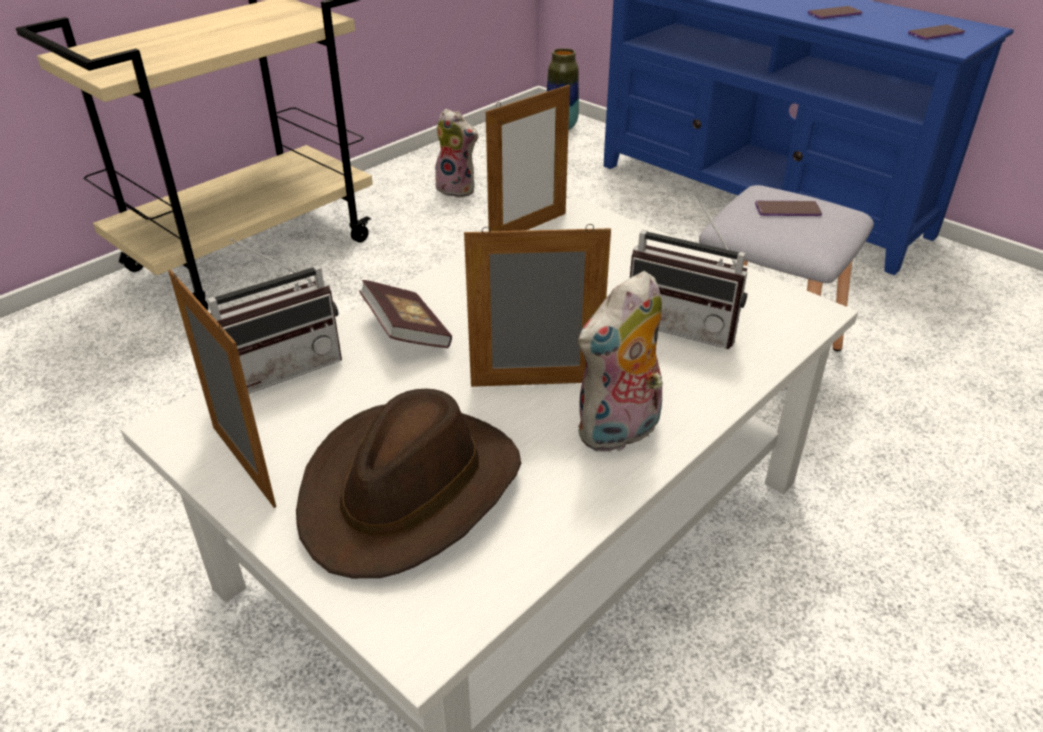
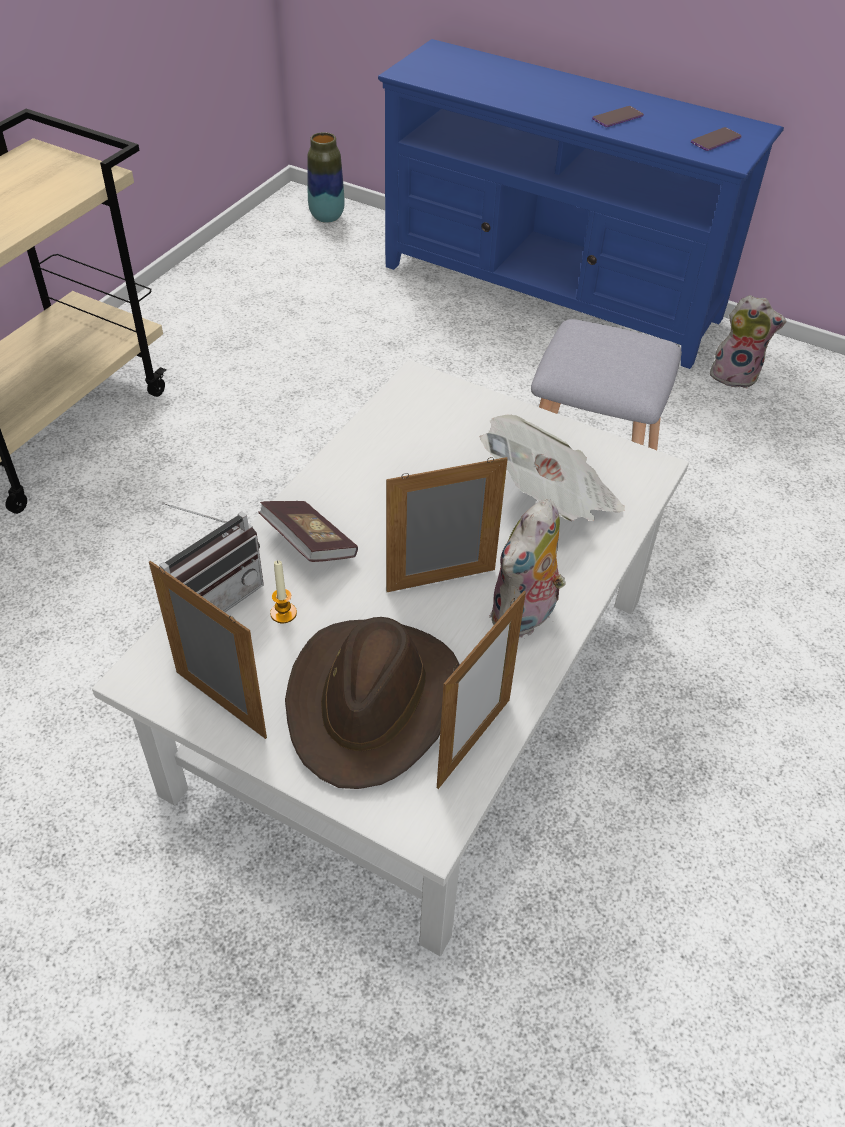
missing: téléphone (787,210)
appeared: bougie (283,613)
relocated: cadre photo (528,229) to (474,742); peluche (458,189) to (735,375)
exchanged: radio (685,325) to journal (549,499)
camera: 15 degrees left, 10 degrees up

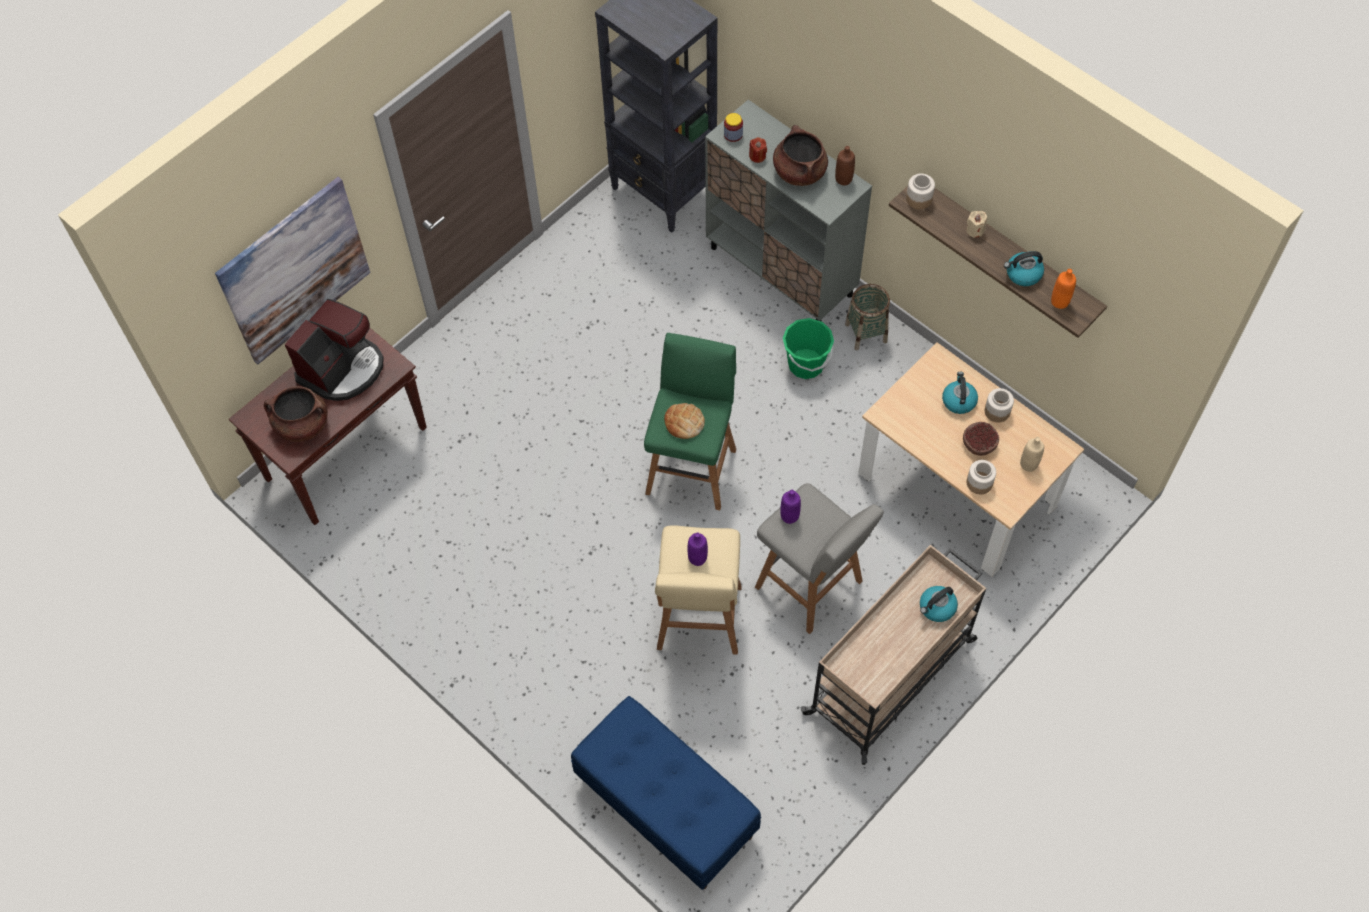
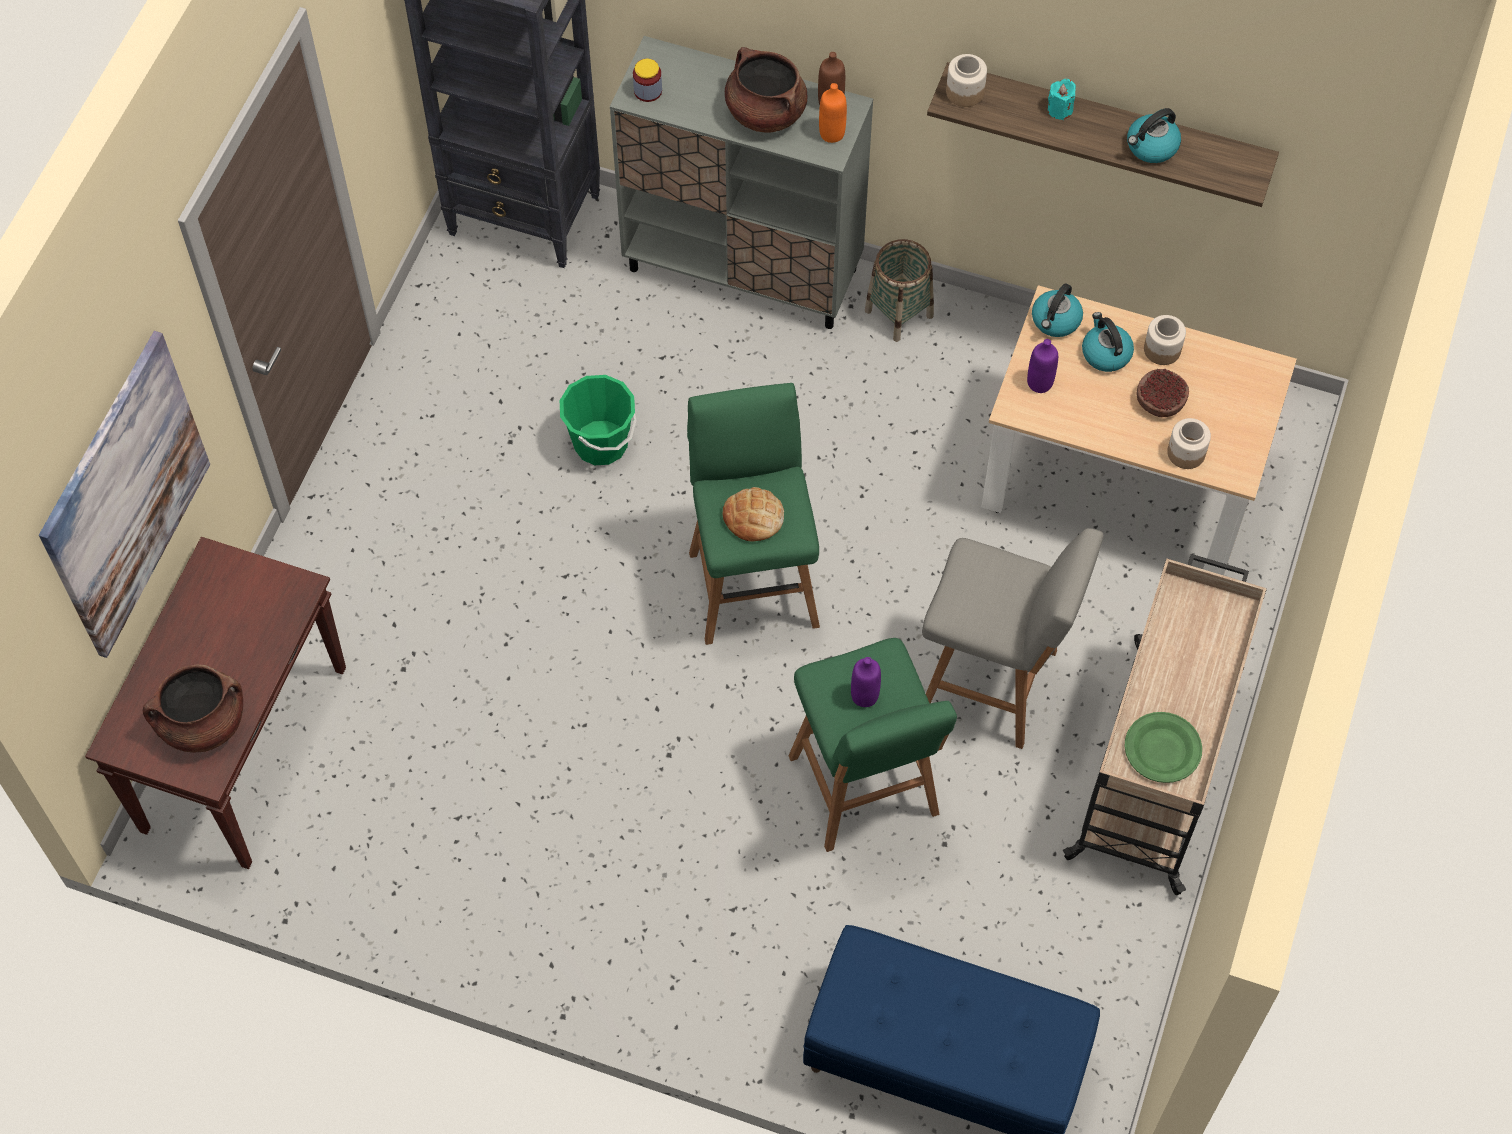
missing: bougie/rouge (757,156); machine à café (342,368); bouteille/beige (1029,464)
appeared: assiette/vert (1161,749)
relocated: bouteille/orange (1059,301) to (832,133); seau/vert (806,364) to (601,443); bouteille/violet (789,516) to (1040,383); bouilloire (937,608) to (1055,321)
colour: bougie/beige (975,230) to bougie/turquoise (1060,109); tabouret/beige (699,621) to tabouret/vert (865,790)
camera: 25 degrees left, 0 degrees up

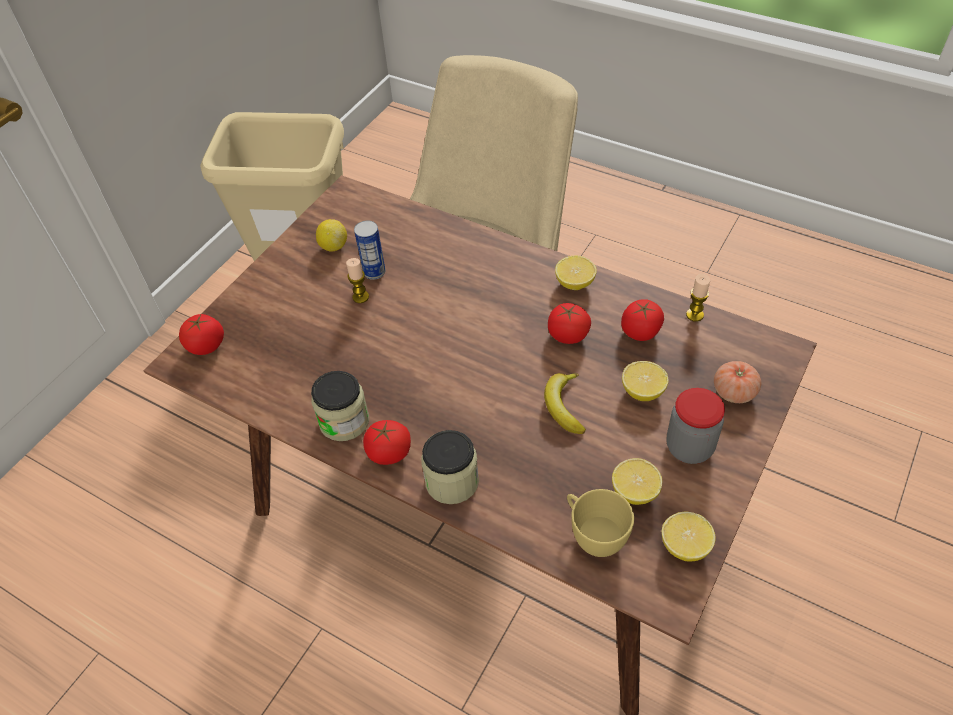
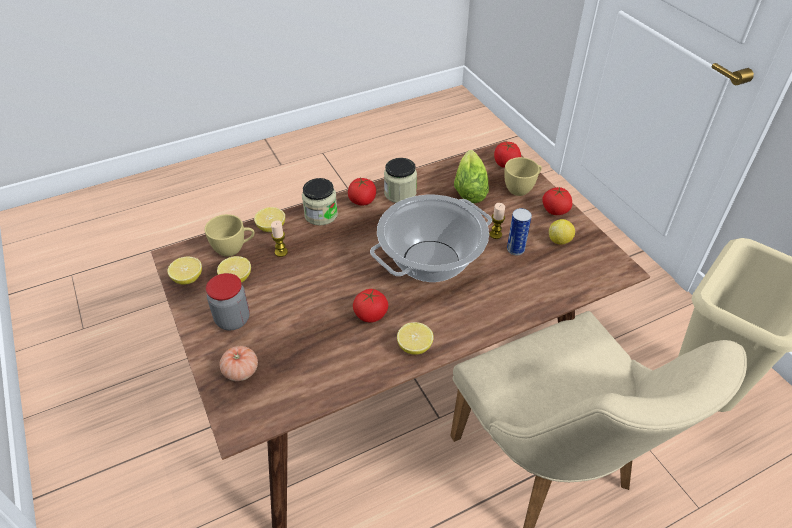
missing: banane (564,406)
appeared: laitue (470,187); tasse/jaune (521,188); marmite (431,262)
relocated: bougie (694,315) to (281,252); tomate (640,331) to (555,210); citron (642,391) to (271,228)
camera: 120 degrees right, 5 degrees down

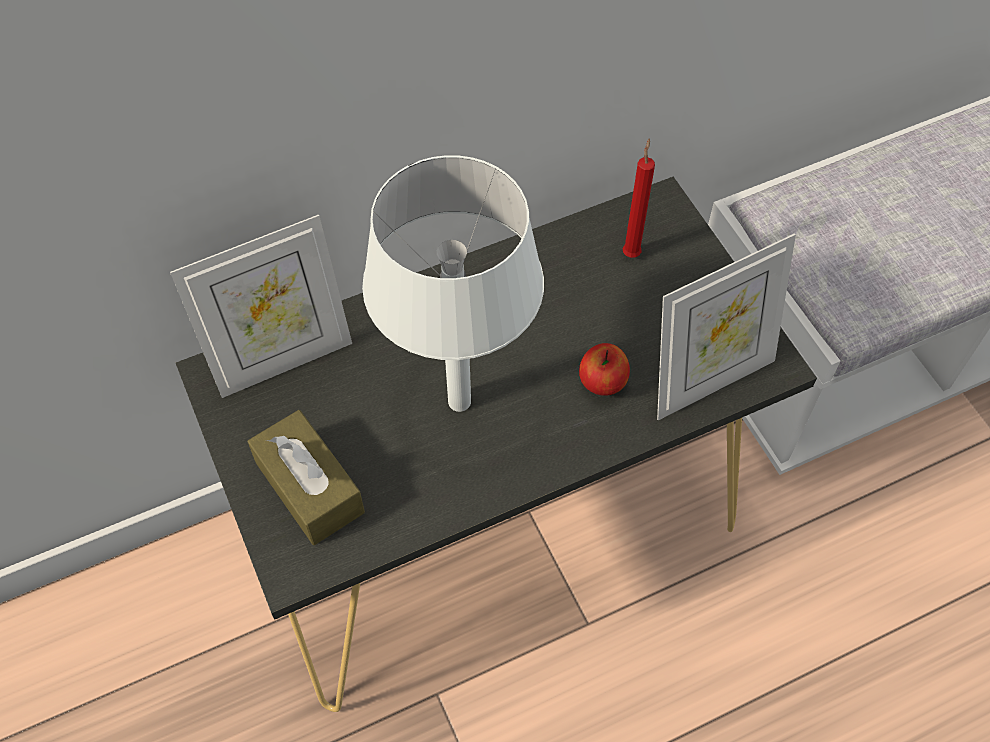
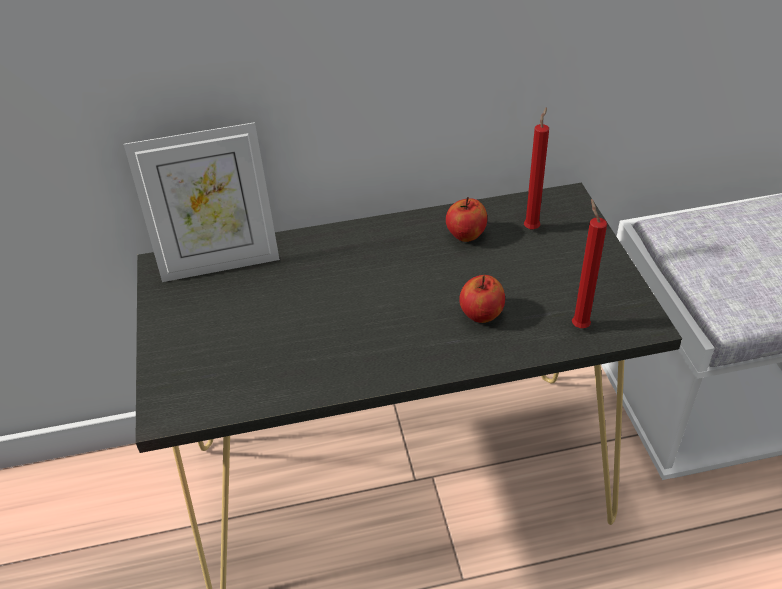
missing: lampe de table/blanc (460,402); boîte à mouchoirs/marron (309,487)
appeared: pomme (465,235)
exchanged: cadre photo (708,379) to bougie/rouge (578,325)
camera: 15 degrees right, 15 degrees down

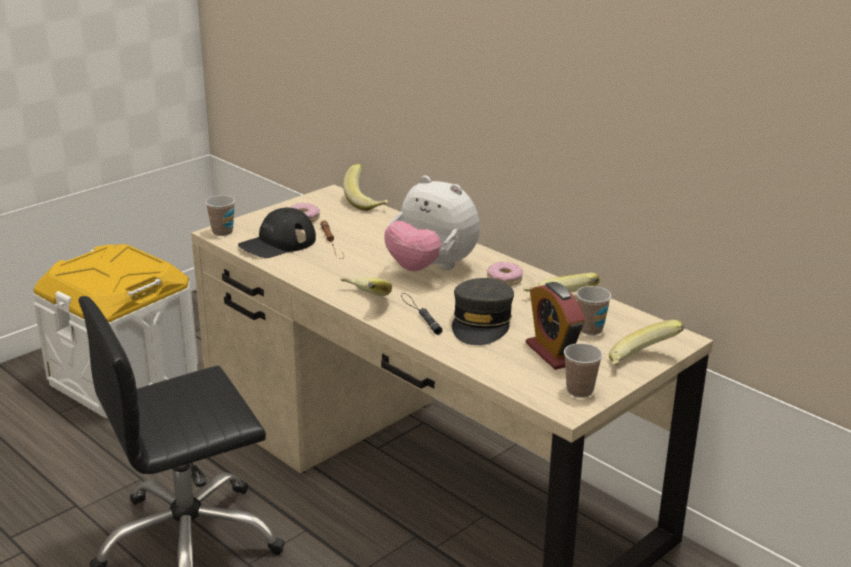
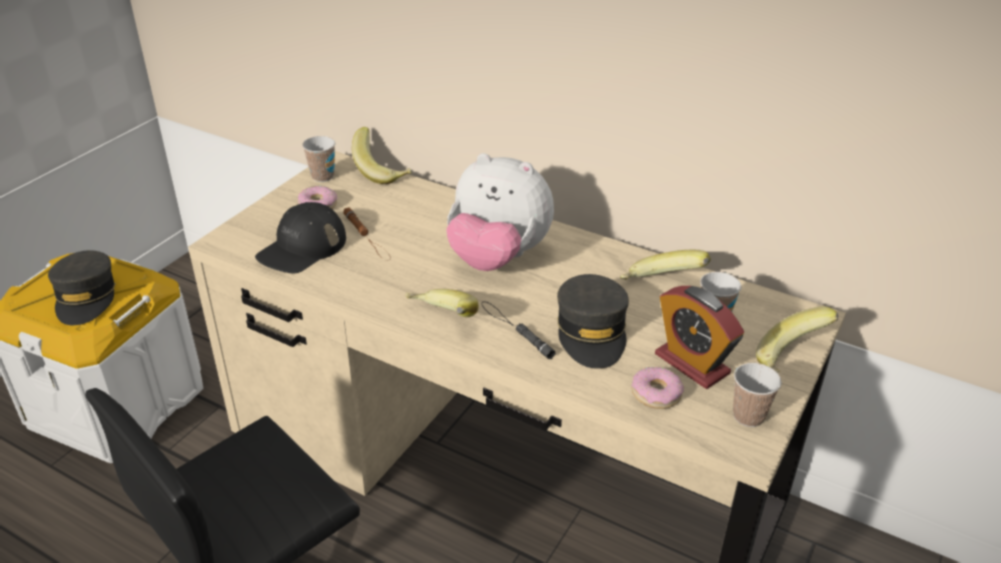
appeared: casquette/gris (86,297)
relocated: tasse (222,232) to (322,176); beignet (504,279) to (656,394)
camera: 15 degrees left, 10 degrees up

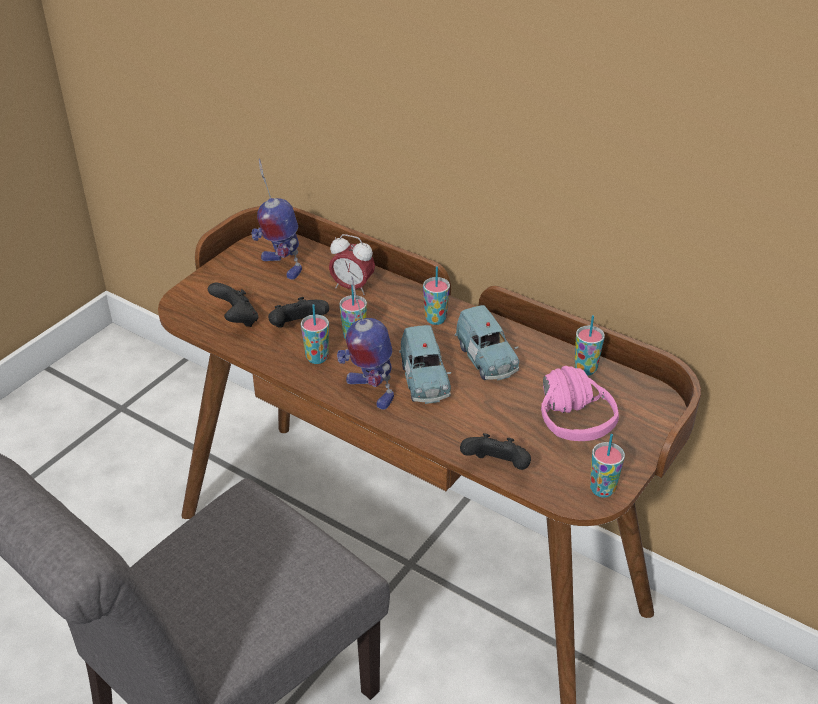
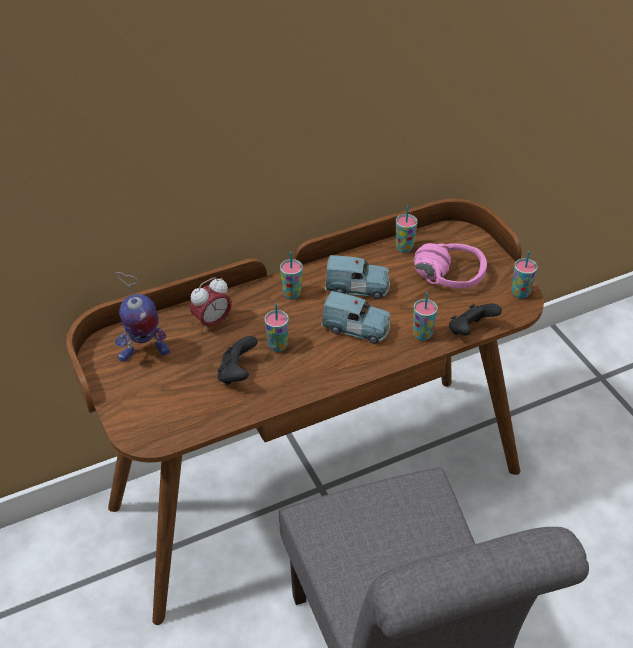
missing: robot jouet (369,391); manette/noir (236,320)
relocated: tasse (317,358) to (422,335)
camera: 60 degrees left, 5 degrees up

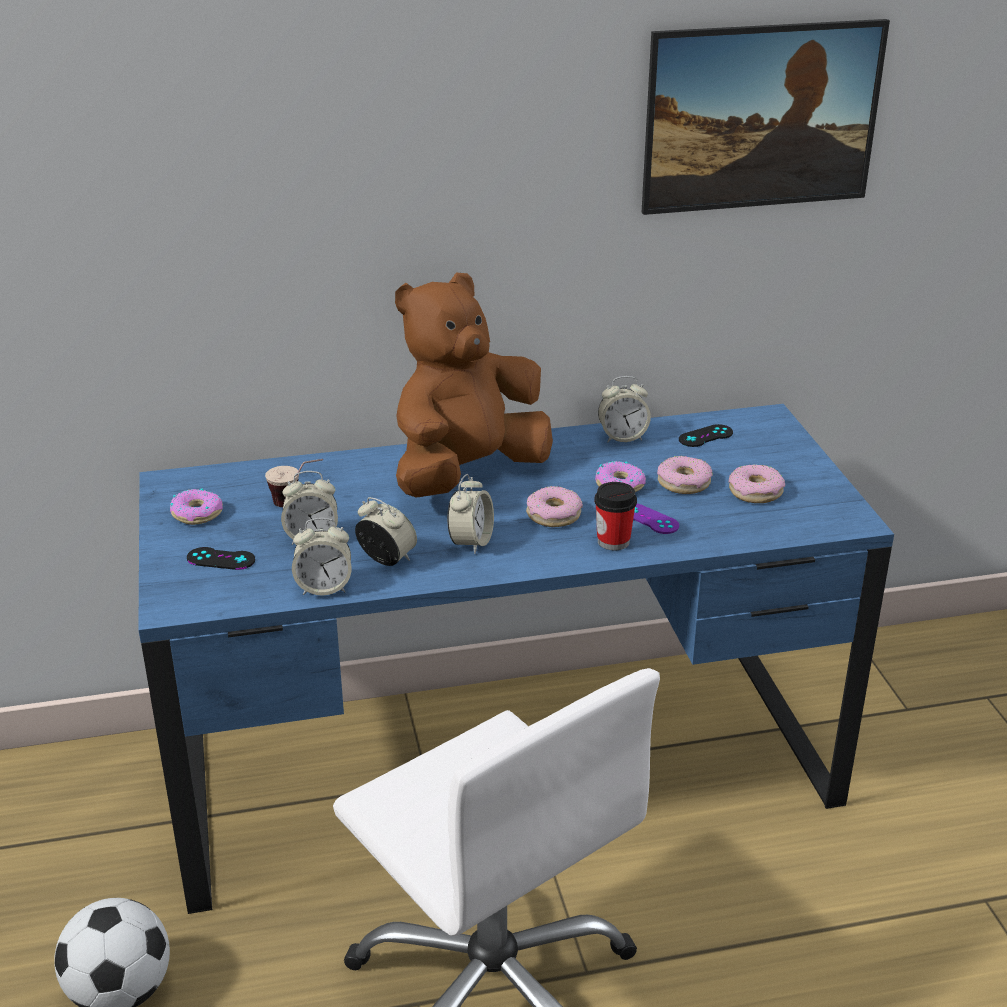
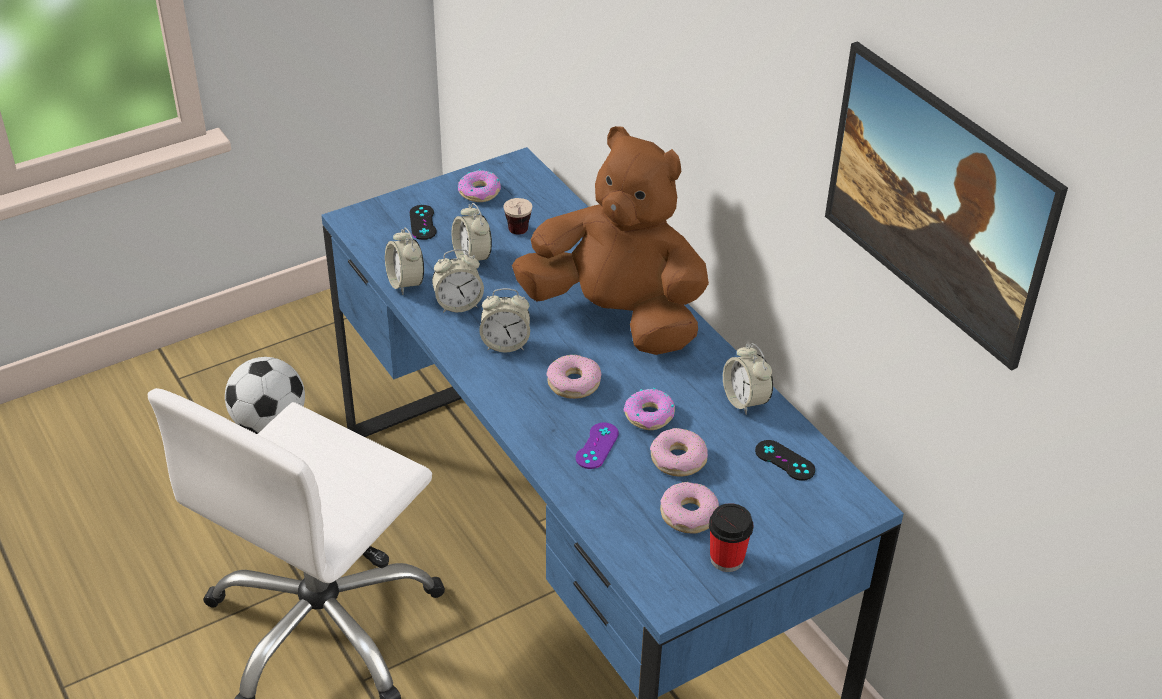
relocated: tasse (613,541) to (726,559)
spun: réveil (387,559) = (458,304) 60 degrees clockwise
camera: 70 degrees right, 10 degrees up

